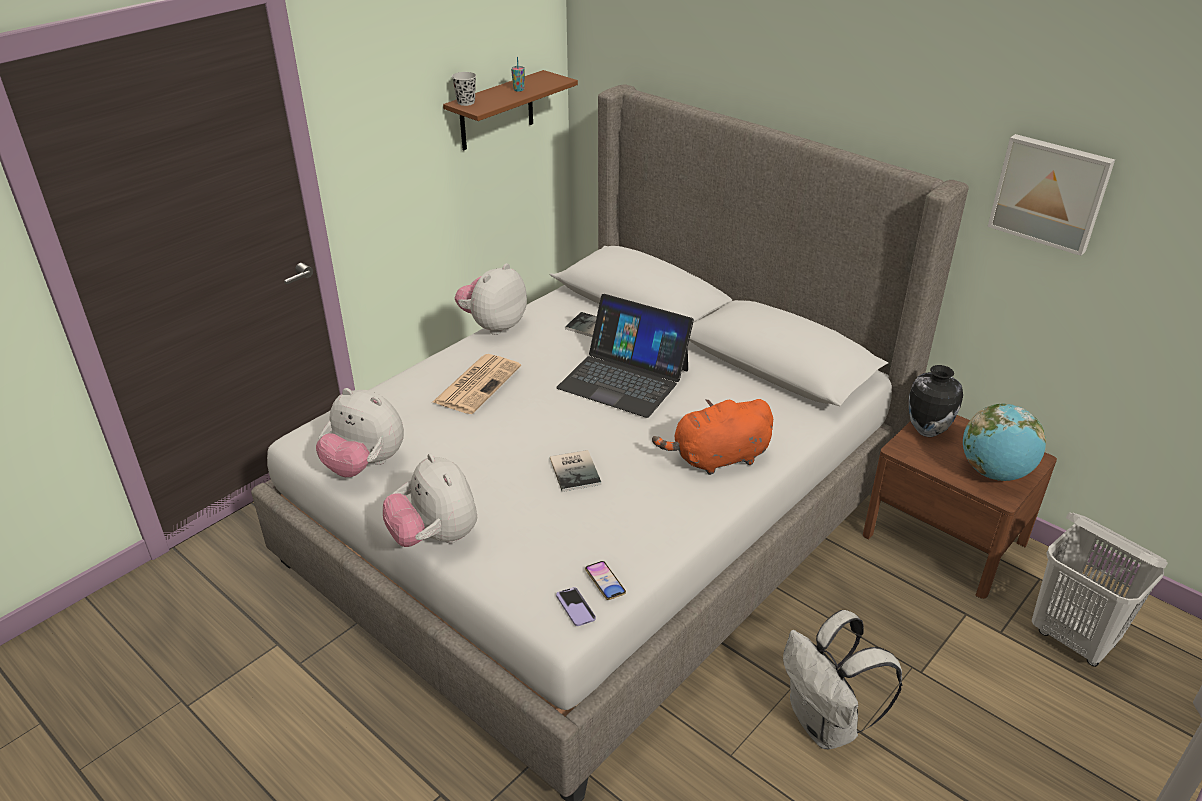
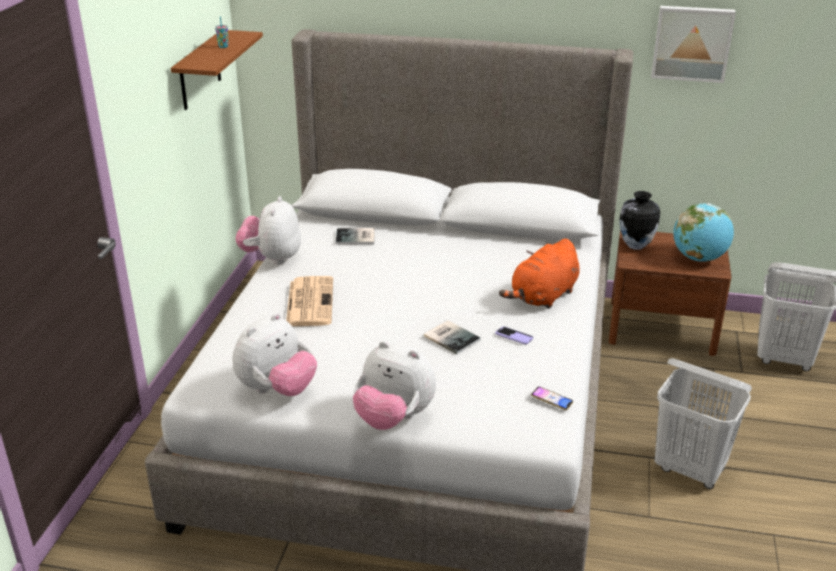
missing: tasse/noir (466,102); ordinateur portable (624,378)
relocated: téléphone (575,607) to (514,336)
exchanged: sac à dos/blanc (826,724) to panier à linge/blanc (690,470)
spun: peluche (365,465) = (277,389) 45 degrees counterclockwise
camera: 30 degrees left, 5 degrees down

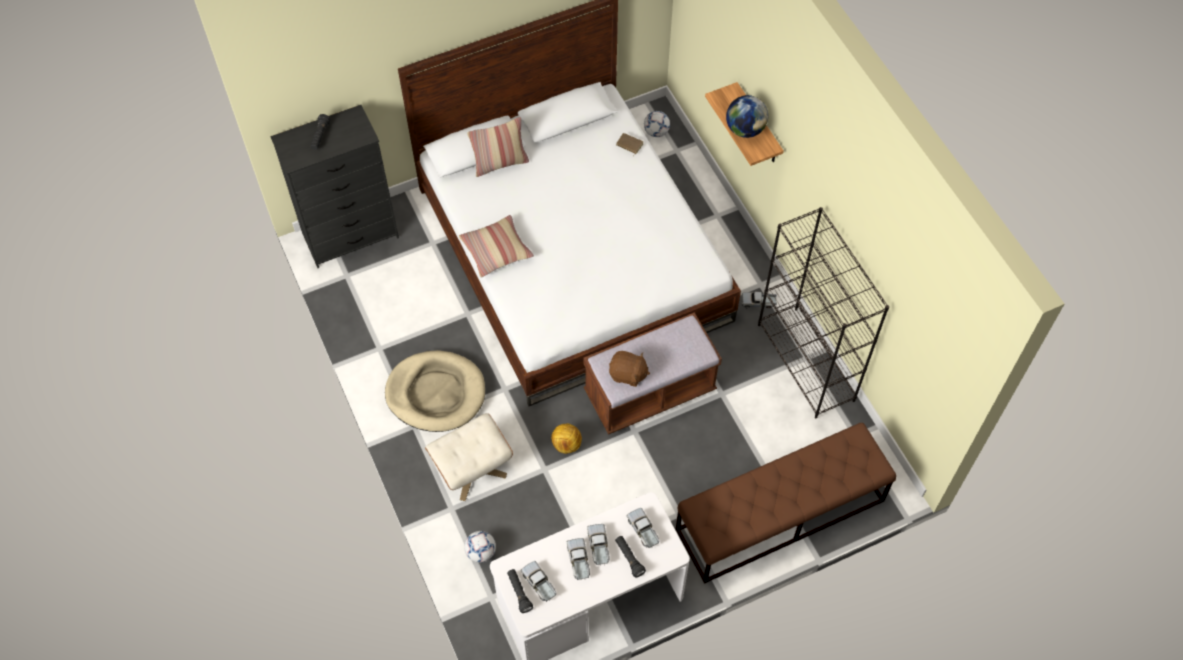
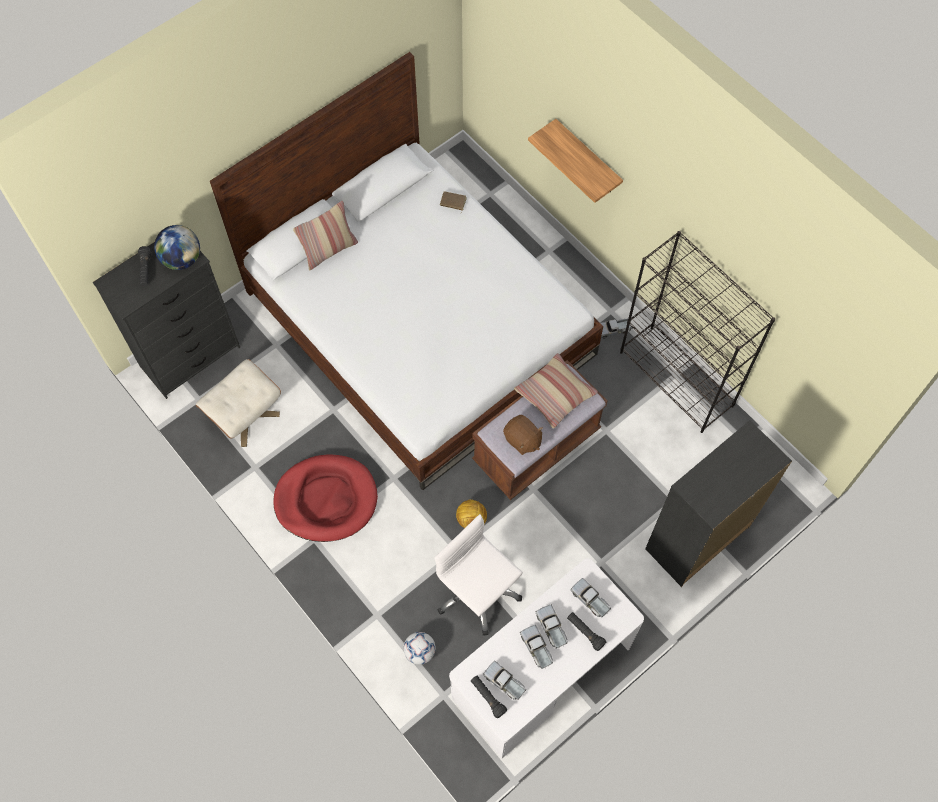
missing: ballon de foot (656,132)
appeared: chaise de bureau/blanc (477,593)
relocated: globe (745,129) to (182,259); coussin (496,250) to (555,394); pouf/beige (472,468) to (245,415)
exchanged: banc/marron (779,515) to commode/noir (696,538)
colour: panier pour chien/beige (436,393) to panier pour chien/rouge (326,500)
spun: peluche/marron (628,374) = (522,440) 45 degrees clockwise
camera: 15 degrees left, 5 degrees up

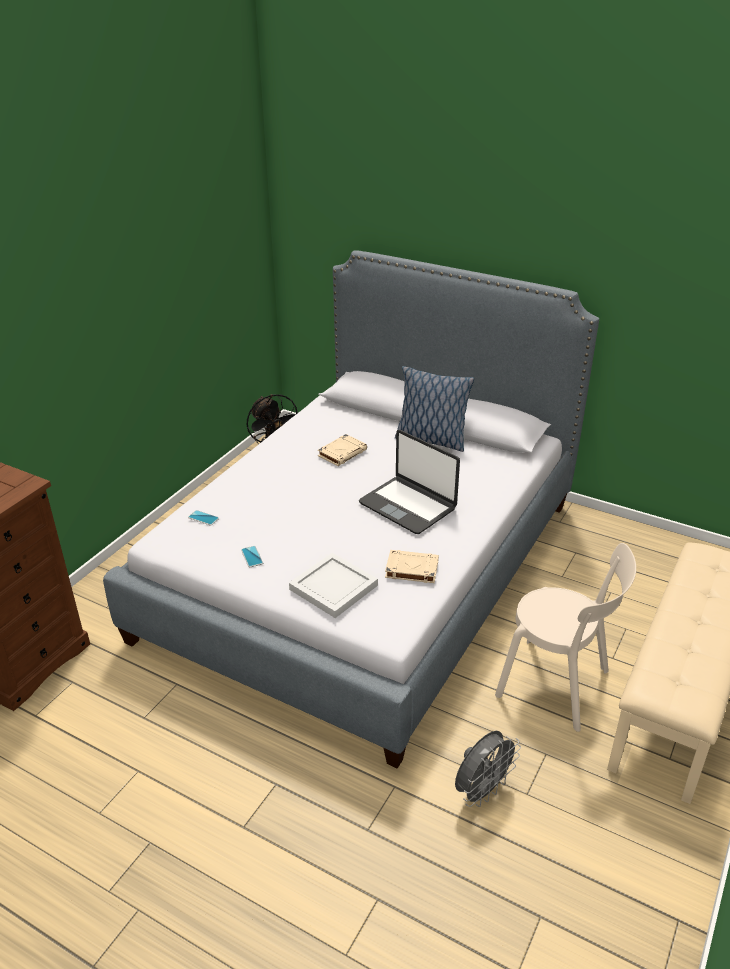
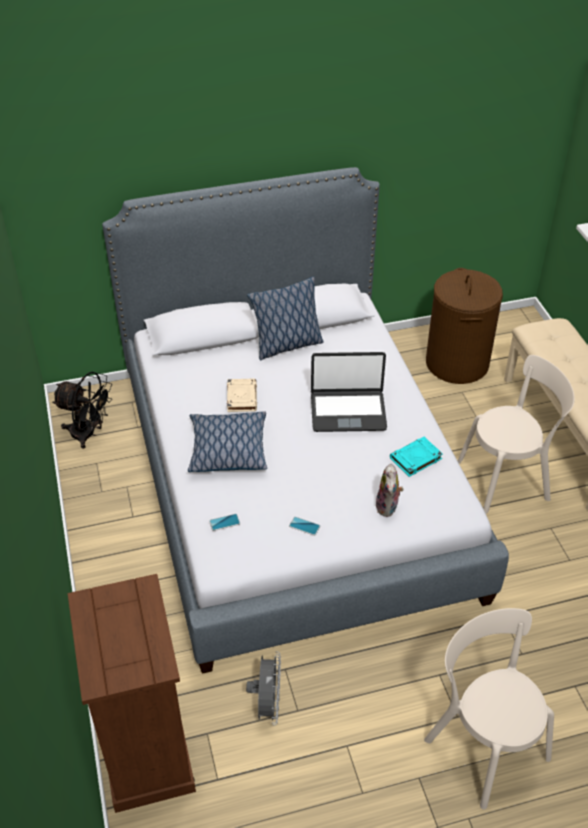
appeared: panier à linge/marron (456,363); coussin (228,450); chaise/beige (483,744)
relocated: ventilateur/gris (482,791) to (267,705)
exchanged: plateau/blanc (333,586) to peluche (388,507)
colour: livre/beige (411,569) to livre/turquoise (415,459)
camera: 45 degrees left, 10 degrees up

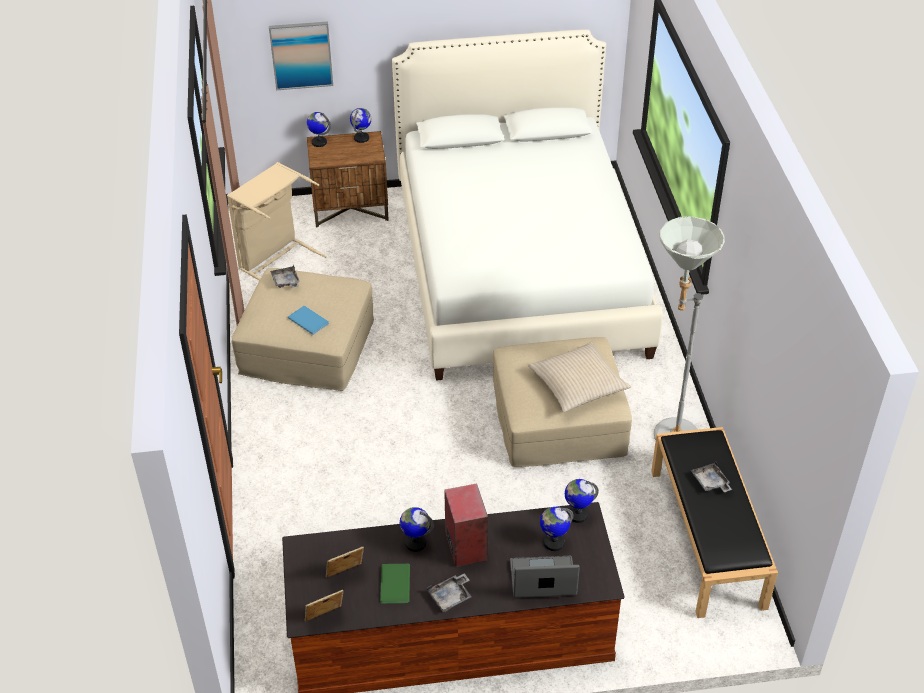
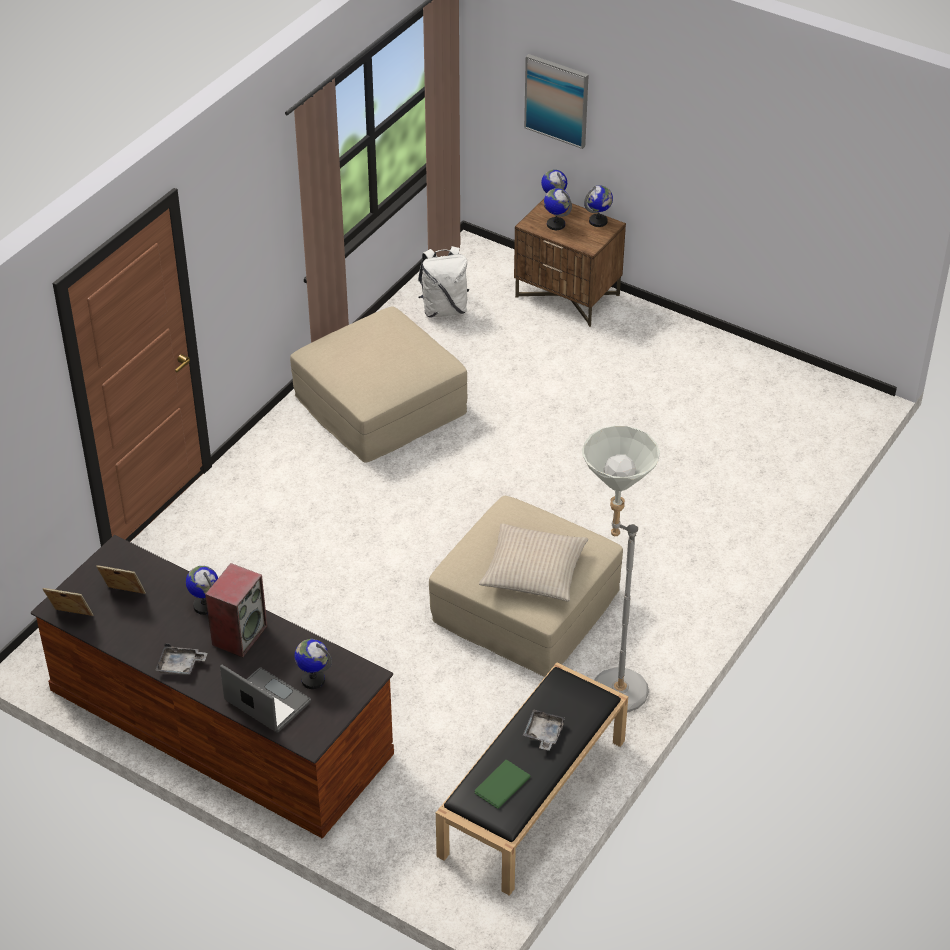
missing: lit/blanc (519,268); plateau/gris (286,281); livre/bleu (308,320)
relocated: globe (577,514) to (555,224); livre/vert (394,585) to (500,785)
exchanged: panier à linge/beige (276,259) to sac à dos/blanc (444,309)
camera: 40 degrees right, 0 degrees up

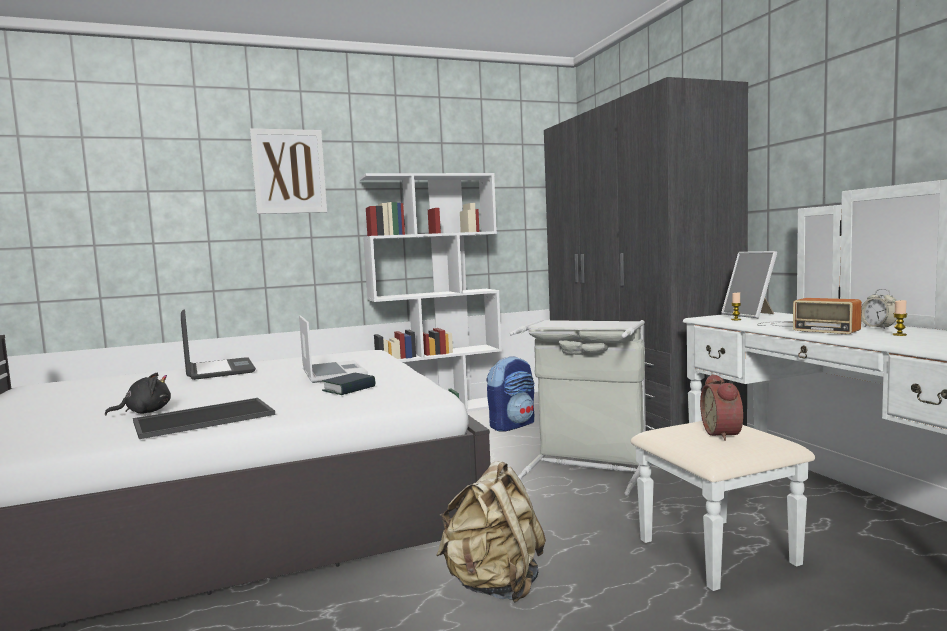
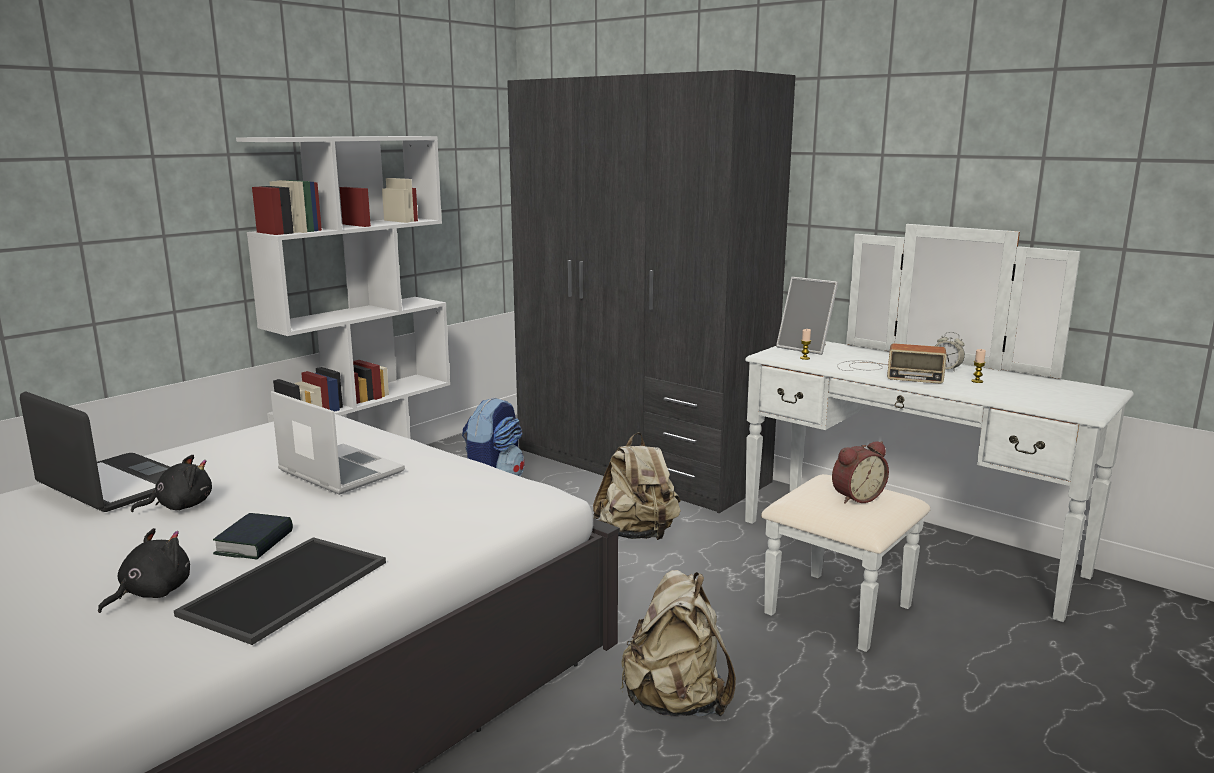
missing: tableau (289,171)
appeared: peluche/noir (180,506)
relocated: livre (349,389) to (255,543)
exchanged: panier à linge/gris (586,468) to sac à dos/beige (637,535)
spun: réveil (724,434) = (855,497) 90 degrees counterclockwise
camera: 30 degrees left, 10 degrees up

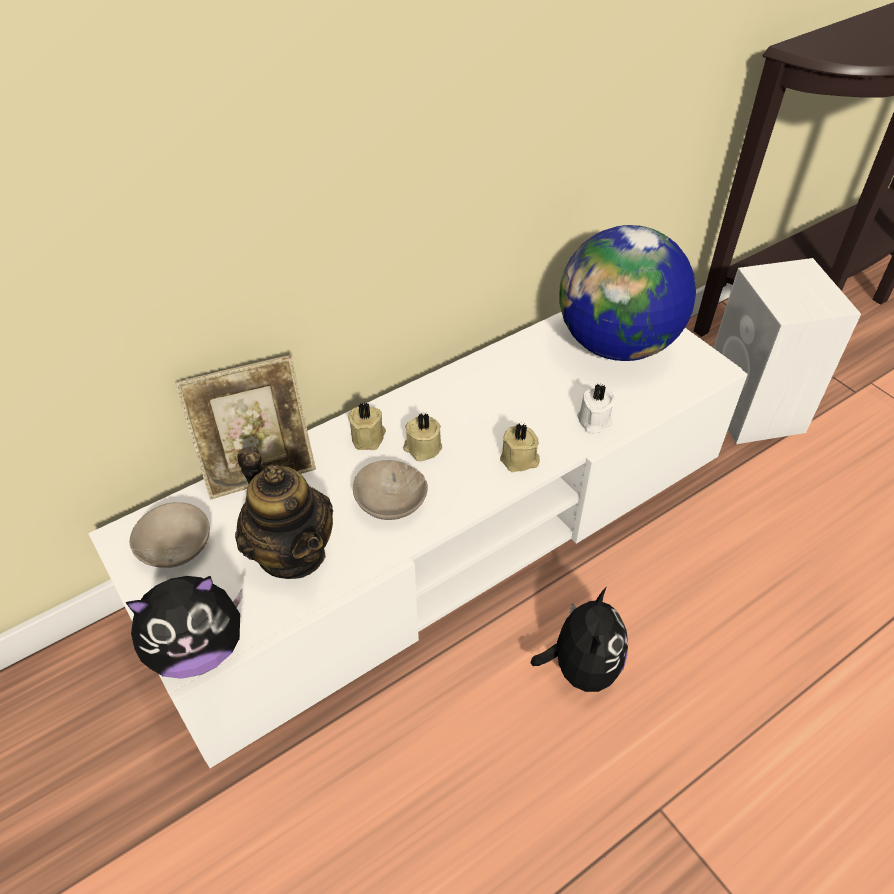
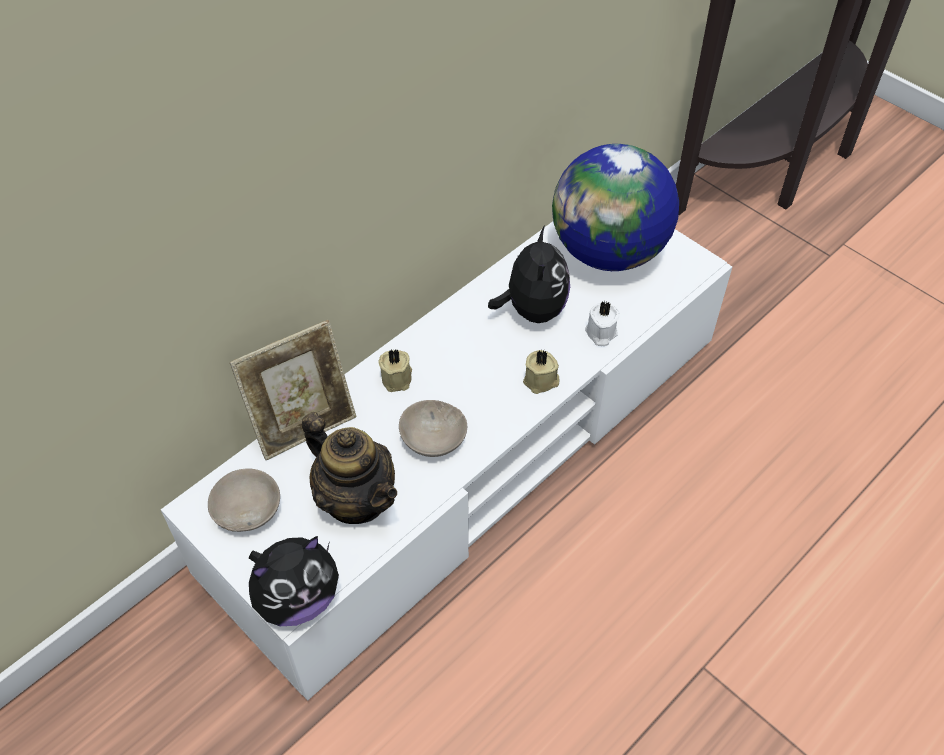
missing: enceinte/blanc (753,411); bougie/beige (422,448)
relocated: peluche (580,667) to (532,310)
camera: 10 degrees left, 5 degrees up

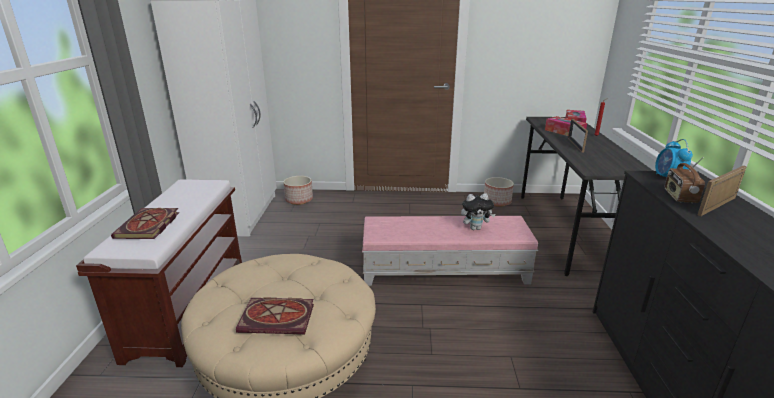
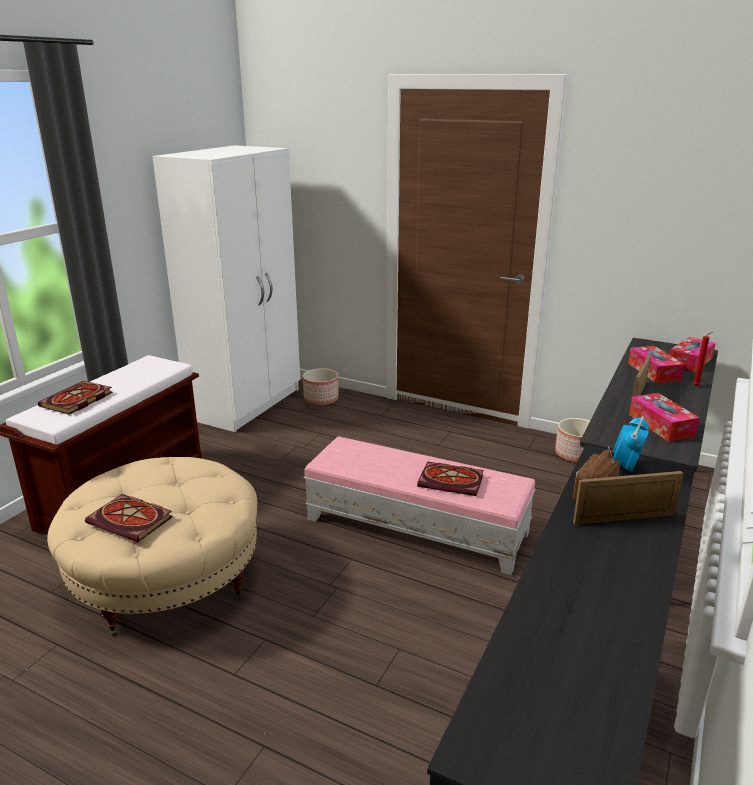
appeared: boîte à mouchoirs (661,425)
exchanged: peluche (475,228) to livre (452,481)
camera: 25 degrees right, 0 degrees up

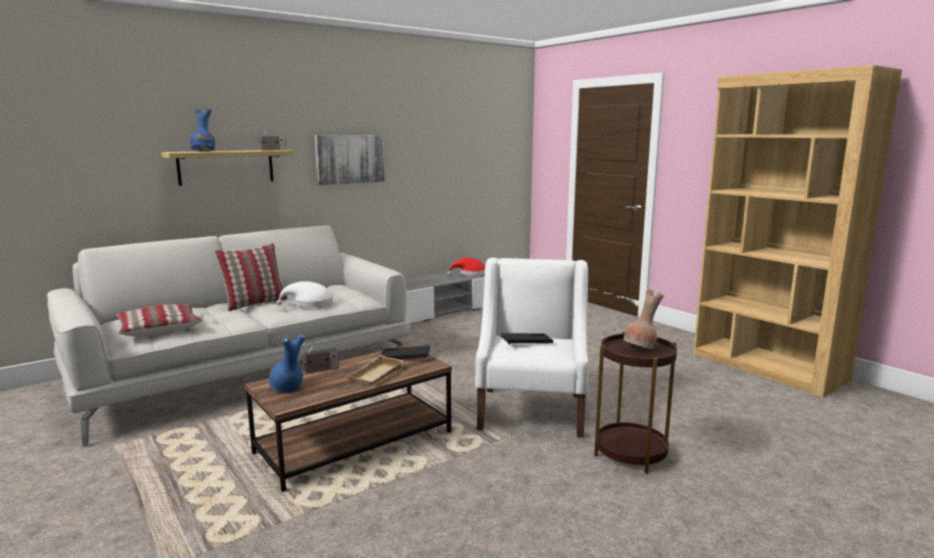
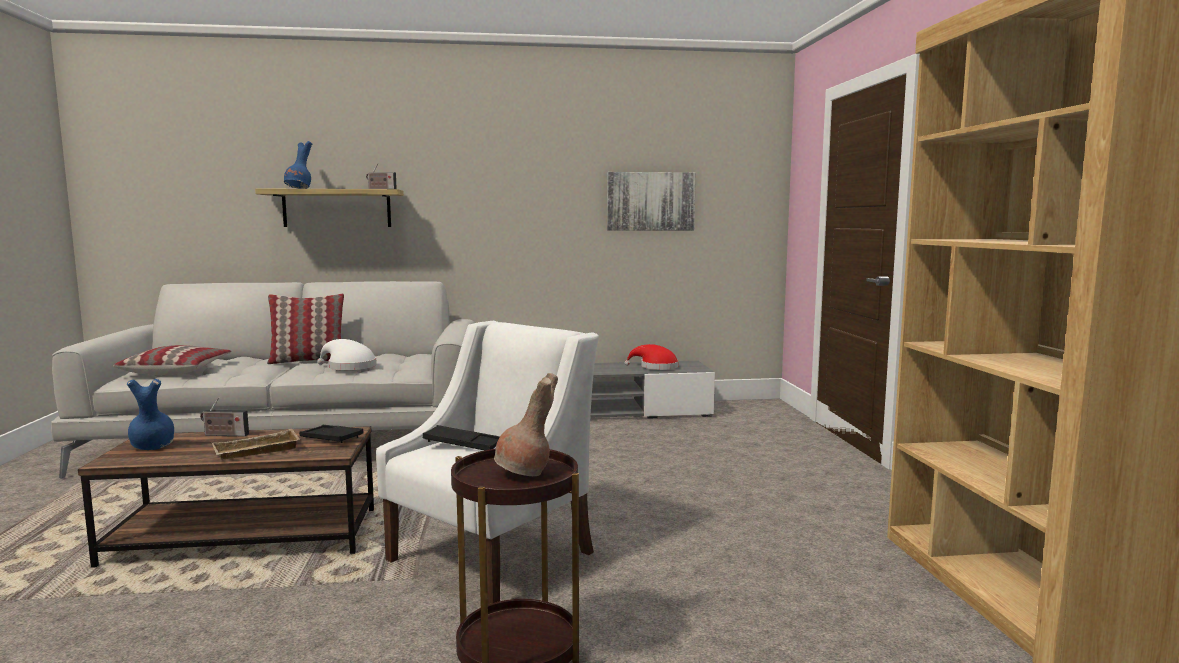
relocated: tableau (350,159) to (650,201)
camera: 30 degrees right, 5 degrees down

